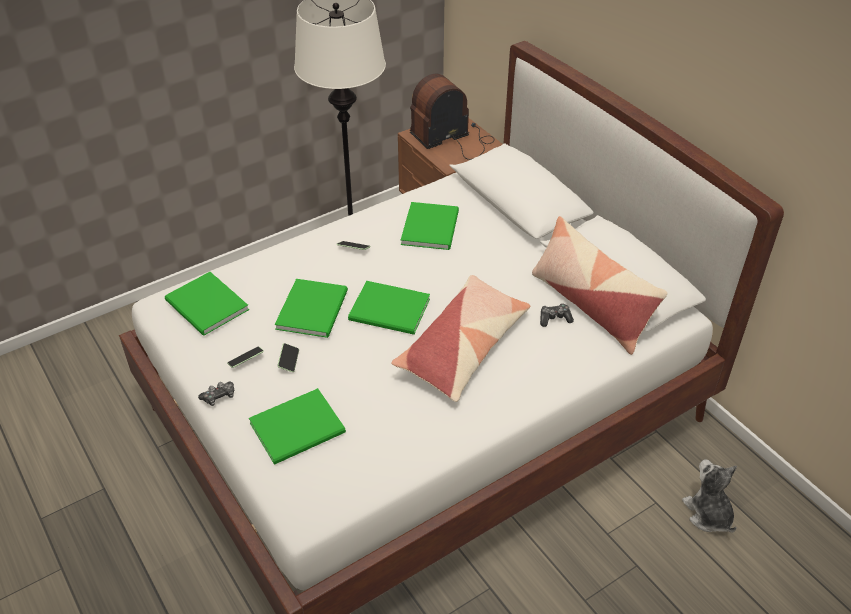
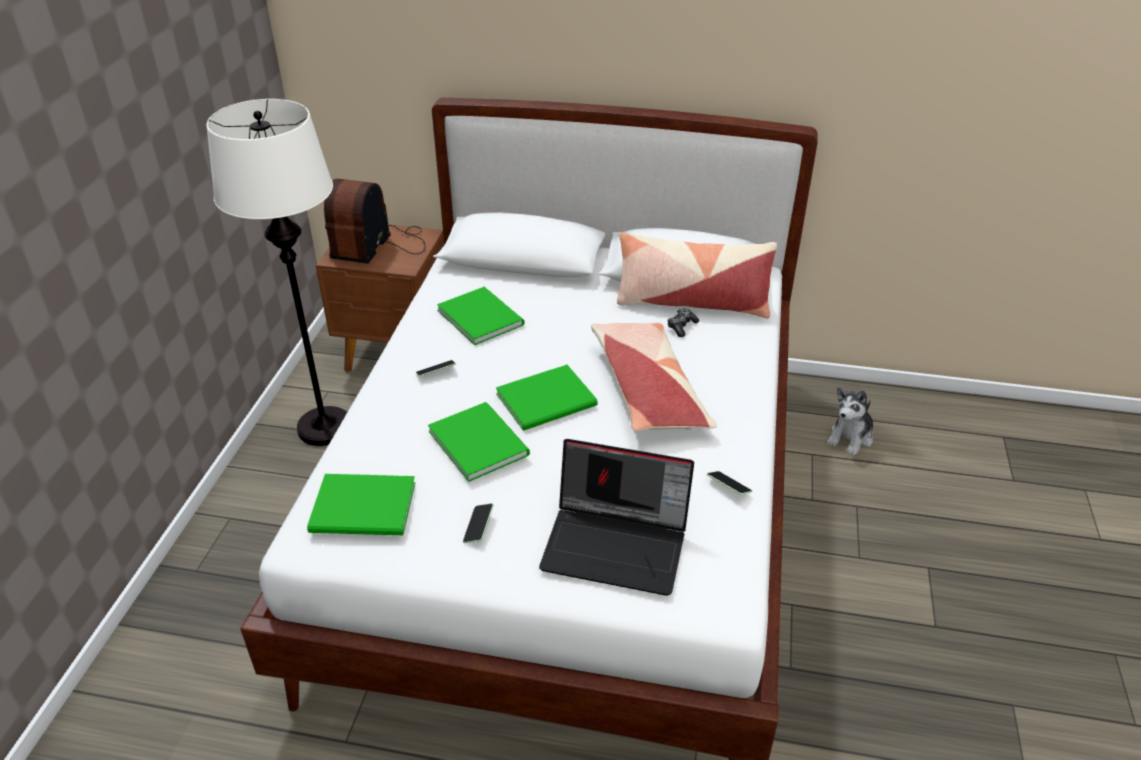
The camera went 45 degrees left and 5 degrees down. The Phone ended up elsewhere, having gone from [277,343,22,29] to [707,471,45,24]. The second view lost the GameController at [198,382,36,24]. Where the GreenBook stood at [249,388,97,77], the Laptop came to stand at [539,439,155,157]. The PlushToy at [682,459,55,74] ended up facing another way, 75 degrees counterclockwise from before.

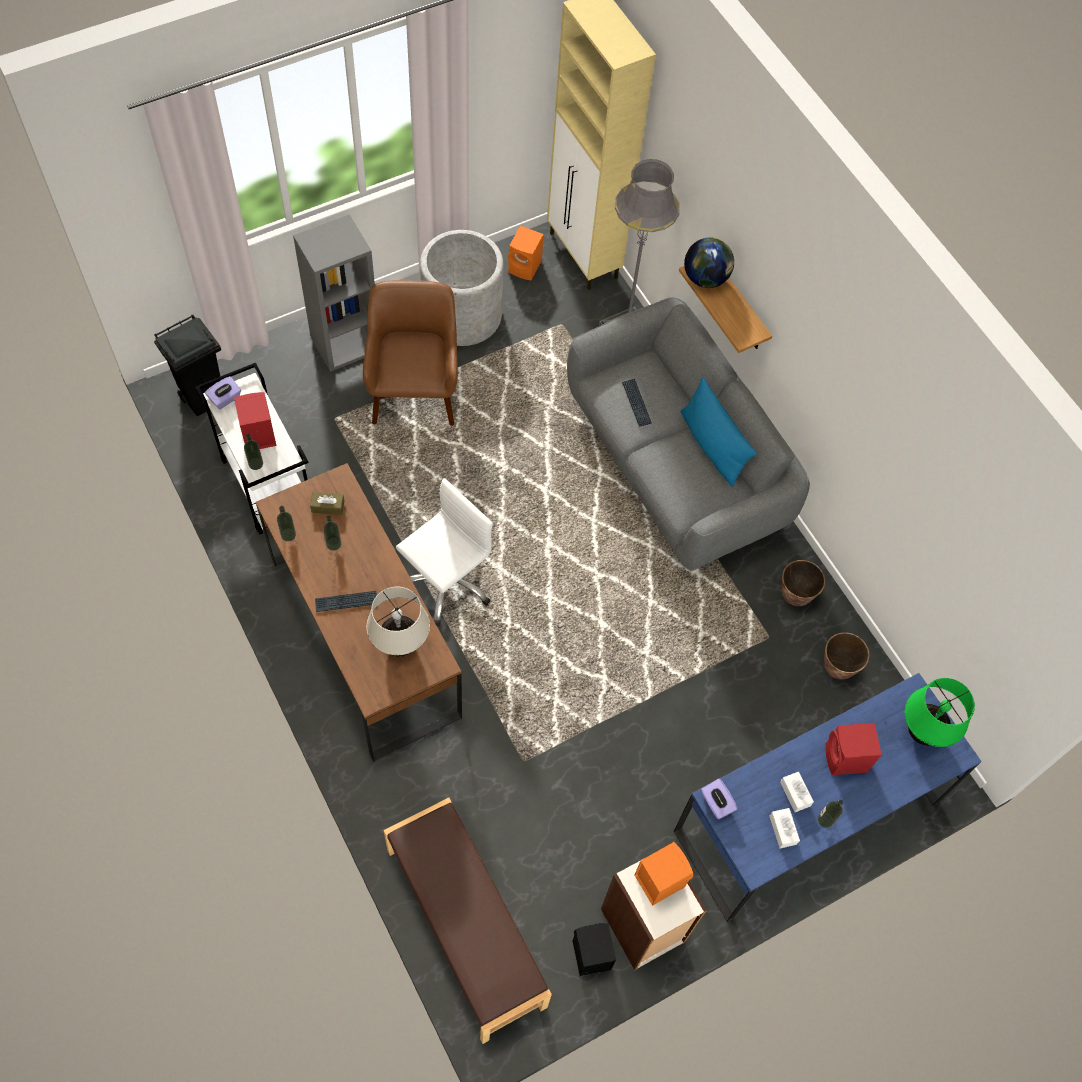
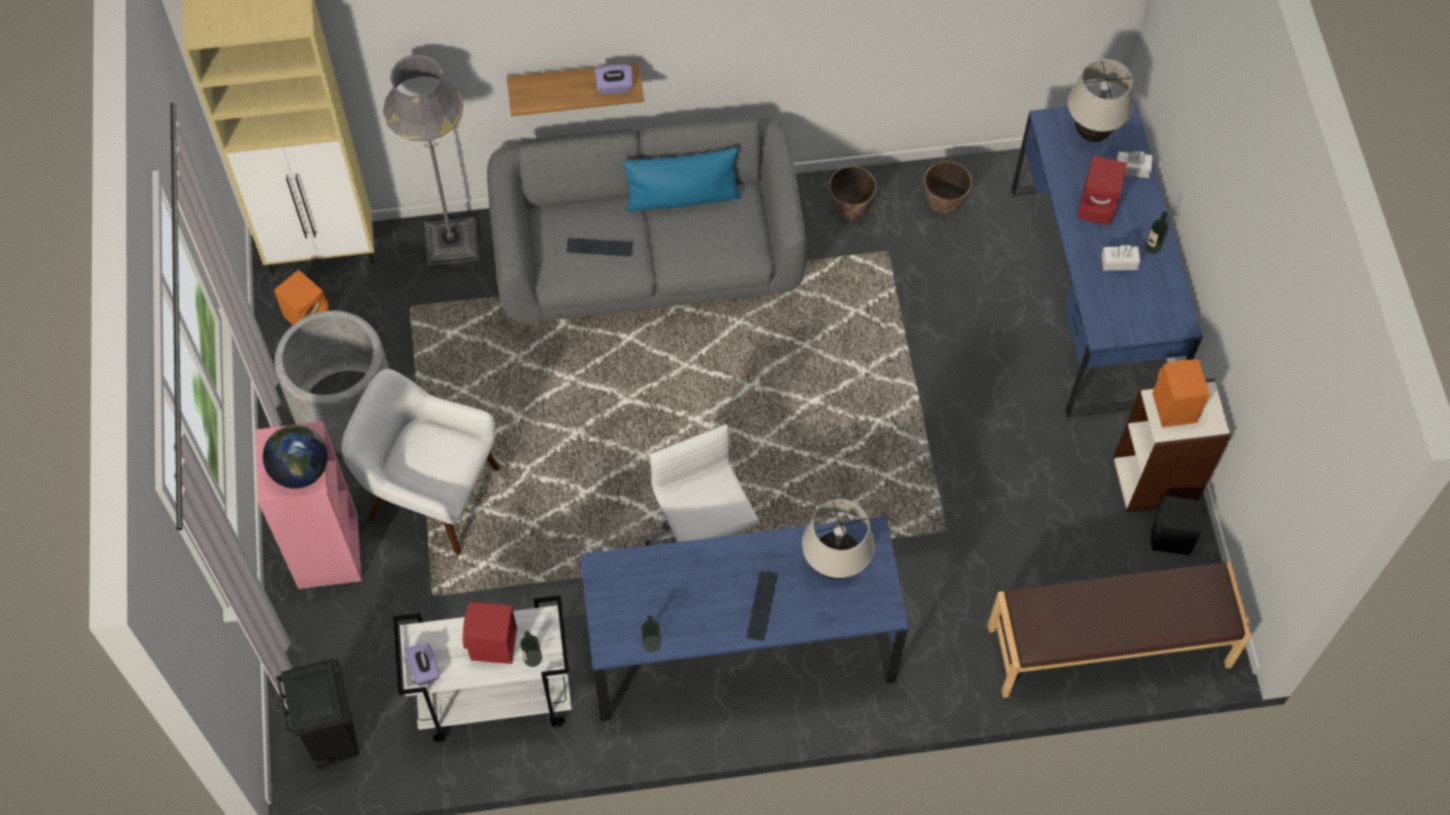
The camera went 65 degrees left and 0 degrees up. What was the GreyBookcase at [293,214,82,158] turned into the PinkBookcase at [255,421,107,168]. The Globe ended up elsewhere, having gone from [684,238,50,50] to [263,425,65,64]. What was the BrownArmchair at [363,280,95,146] turned into the WhiteArmchair at [341,369,159,186]. What was the BrownDesk at [256,463,206,299] turned into the BlueDesk at [580,516,328,205]. The second view lost the BrownTissueBox at [310,492,34,23]. The second view lost the Bottle at [323,515,18,36]. What was the GreenTableLamp at [905,678,70,69] turned into the BeigeTableLamp at [1068,59,65,83]. The PurpleTissueBox ended up elsewhere, having gone from [701,778,37,41] to [595,64,38,31]. The WhiteTissueBox ended up elsewhere, having gone from [769,808,31,40] to [1116,151,36,27].

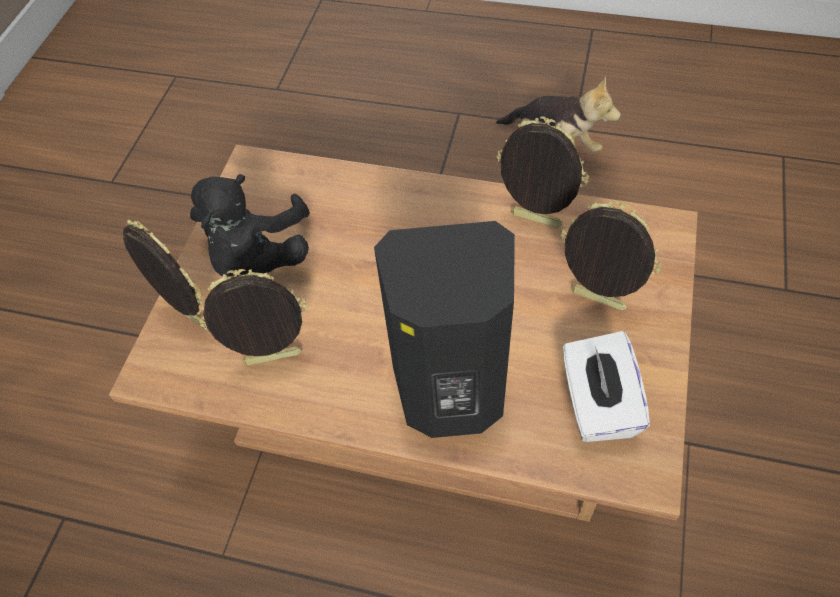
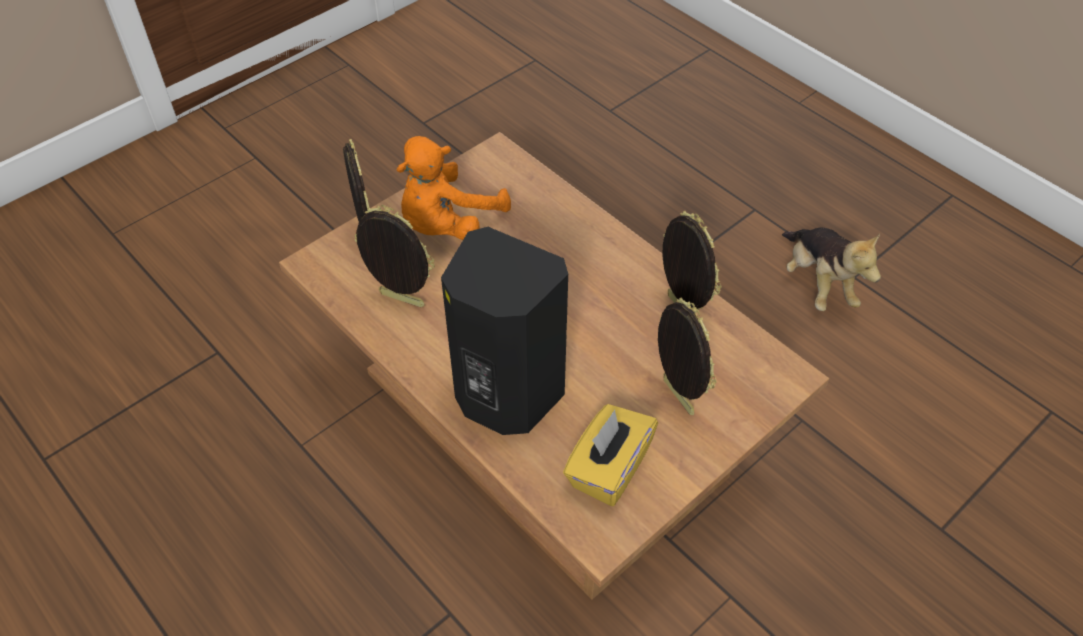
The camera went 30 degrees right and 5 degrees down. What was the BlackPlushToy at [190,174,120,103] turned into the OrangePlushToy at [396,136,115,104]. What was the WhiteTissueBox at [563,331,87,111] turned into the YellowTissueBox at [563,404,95,102].

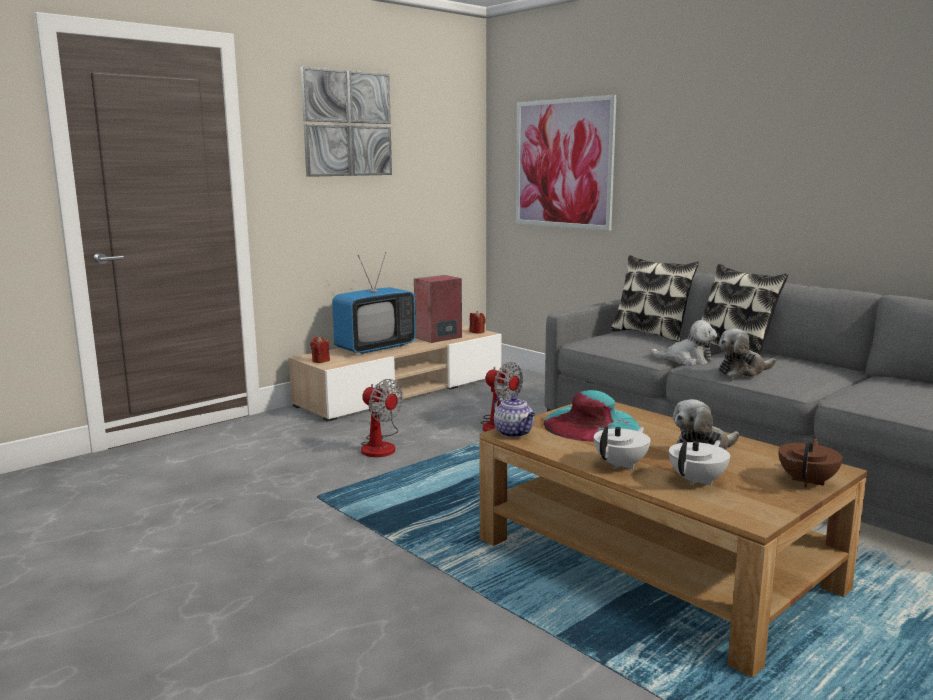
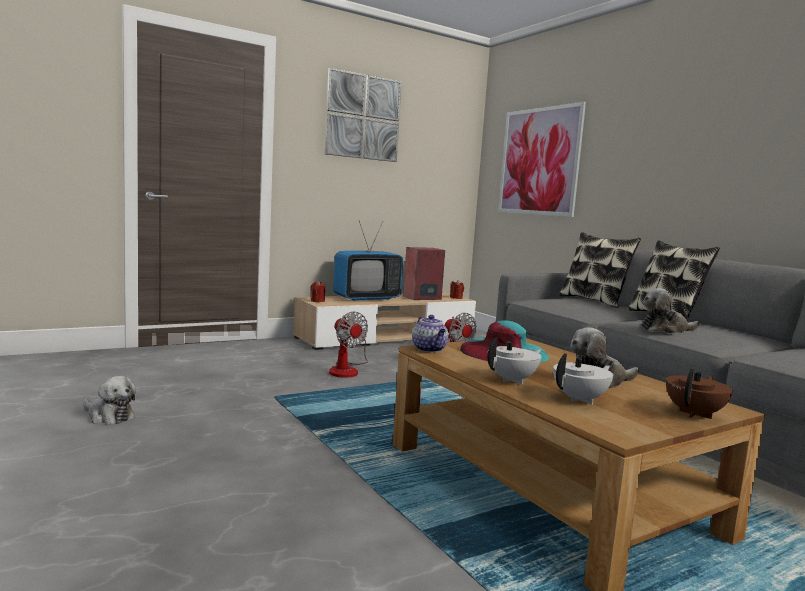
The camera went 10 degrees right and 5 degrees down. The PlushToy ended up elsewhere, having gone from [650,320,68,45] to [83,376,53,49].

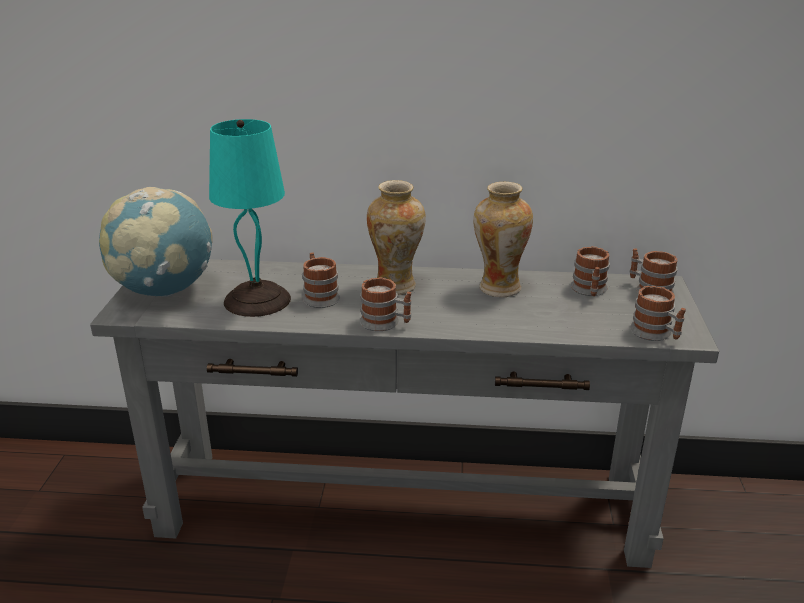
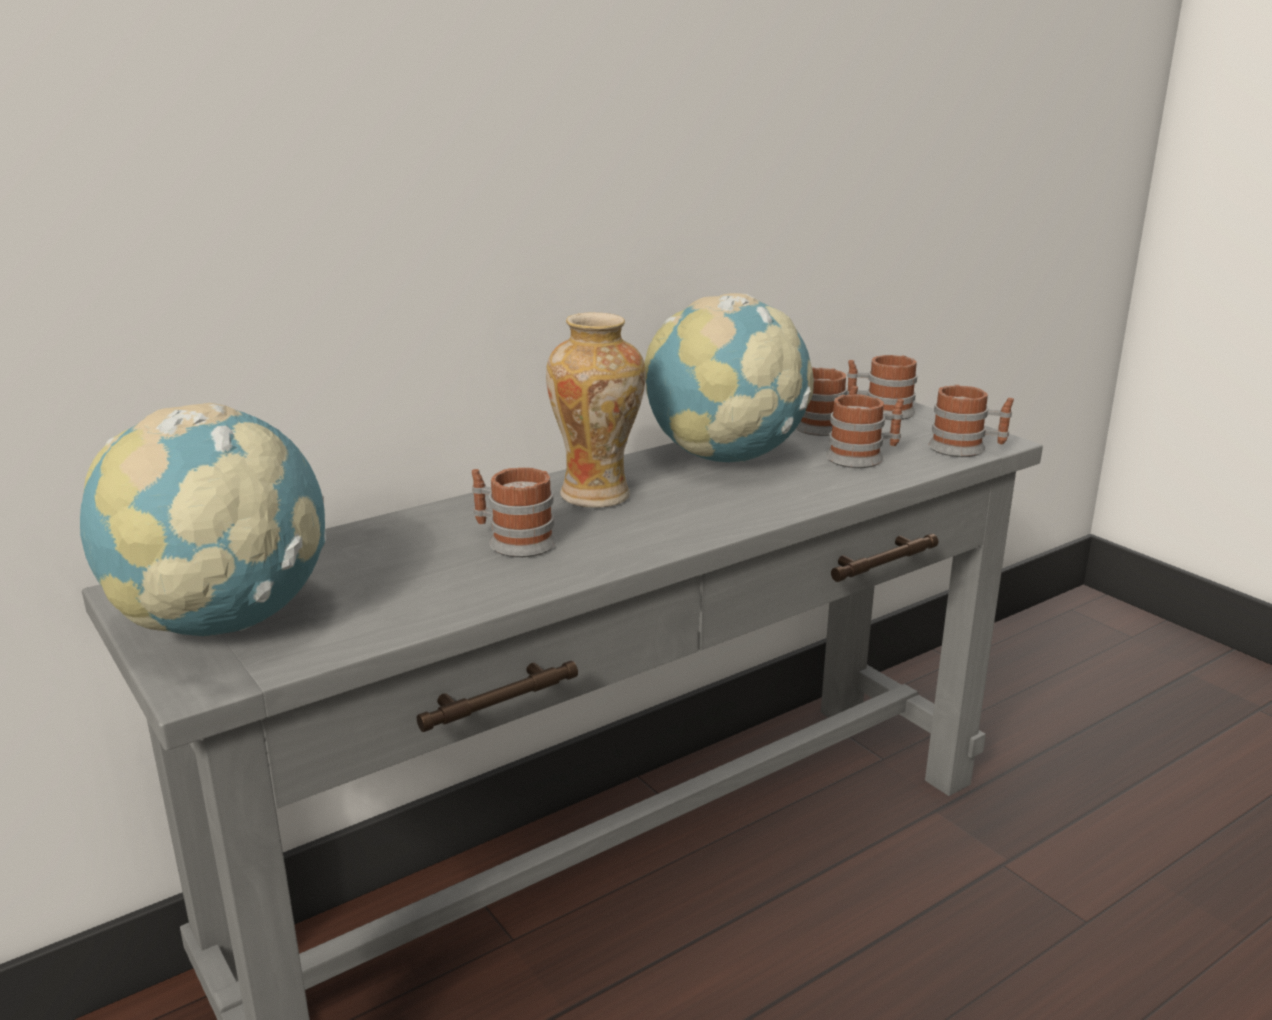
The camera went 40 degrees left and 5 degrees down. The second view lost the TurquoiseTableLamp at [209,119,82,198]. Where the Vase stood at [473,182,60,115], the Globe came to stand at [644,293,170,169]. The Mug ended up elsewhere, having gone from [360,277,51,54] to [826,394,78,74].

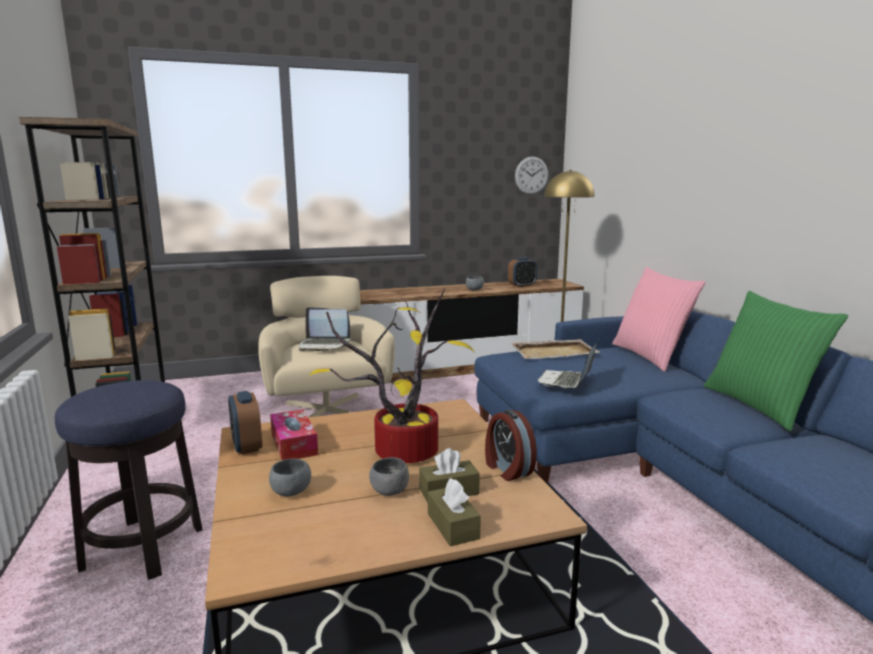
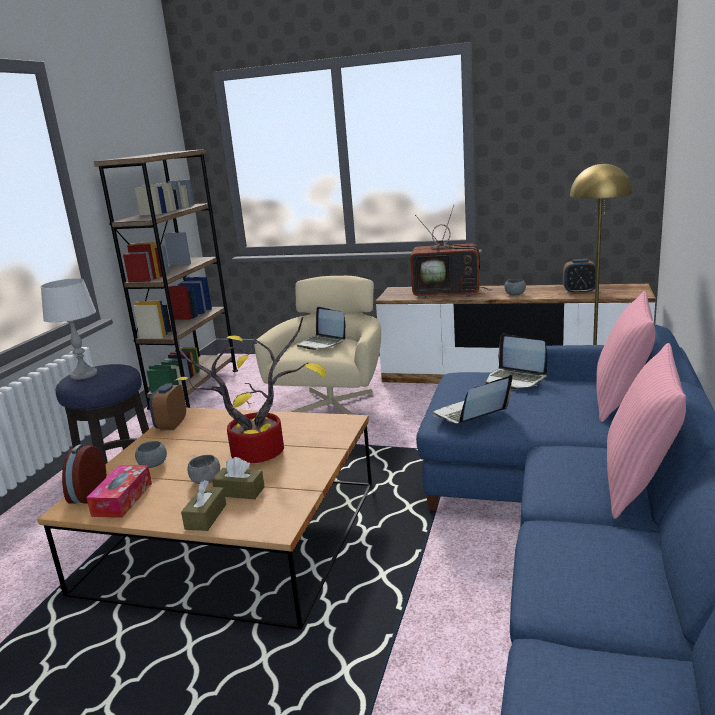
The camera went 35 degrees right and 5 degrees up. The second view lost the WallClock at [515,157,33,38]. What was the GreenPillow at [704,291,144,140] turned into the PinkPillow at [607,343,79,176]. Where the BeigeTray stood at [511,339,89,20], the Laptop came to stand at [486,334,61,55]. The TissueBox ended up elsewhere, having gone from [270,409,48,51] to [86,465,66,53]. The AlarmClock ended up elsewhere, having gone from [485,409,52,72] to [62,444,44,60]. The second view gained the Television at [410,205,82,94]. The second view gained the GreyTableLamp at [41,278,57,102].

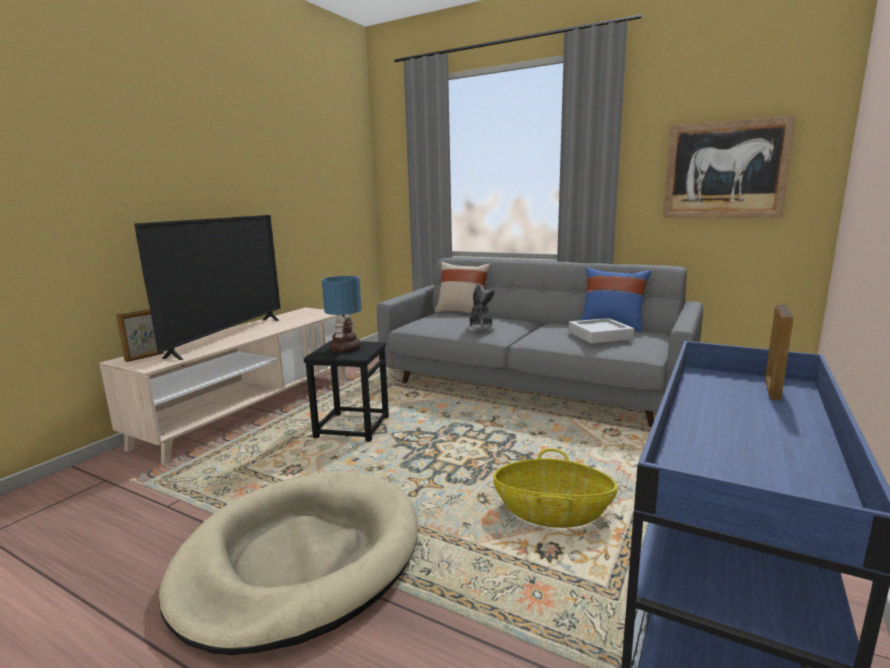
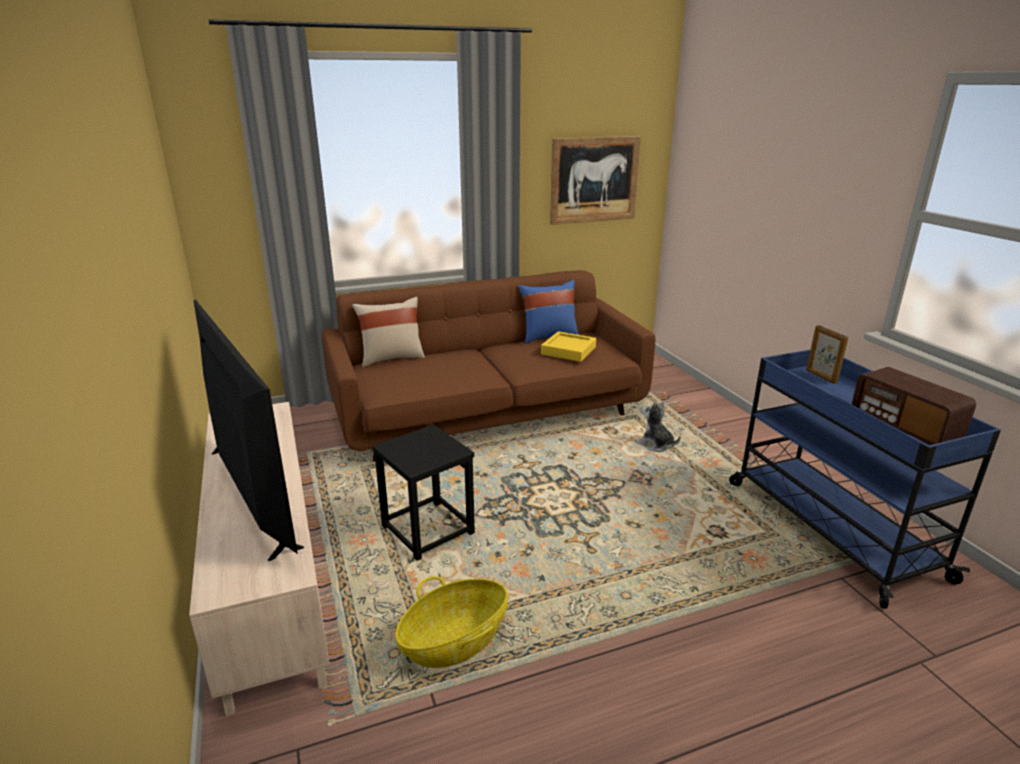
The camera went 50 degrees left and 10 degrees up. What was the GreySofa at [377,258,326,169] turned into the BrownSofa at [322,270,333,192]. The second view lost the TableLamp at [322,276,40,76]. The PlushToy ended up elsewhere, having gone from [467,283,28,49] to [636,402,45,50]. The second view lost the PictureFrame at [116,309,47,53]. What was the GreyTray at [568,318,66,26] turned into the YellowTray at [541,331,55,31]. The Basket ended up elsewhere, having gone from [493,448,124,80] to [395,576,113,92]. The second view lost the BeigeDogBed at [159,471,259,184]. The second view gained the Radio at [852,367,124,78].

